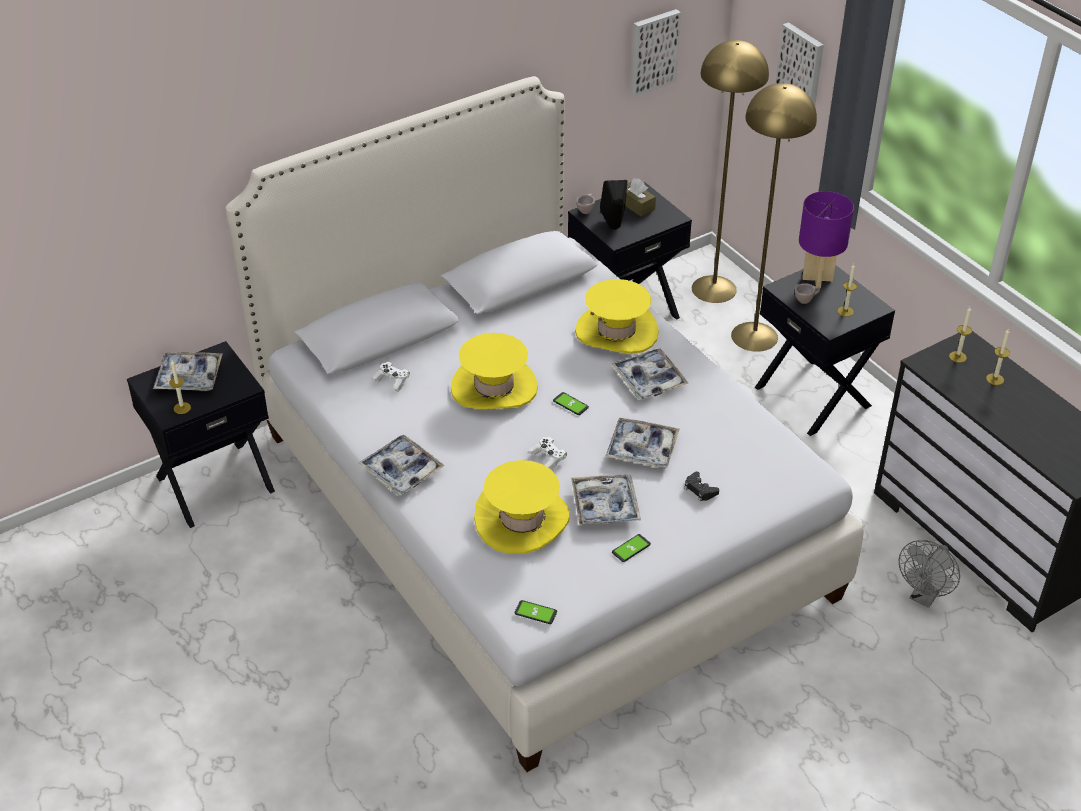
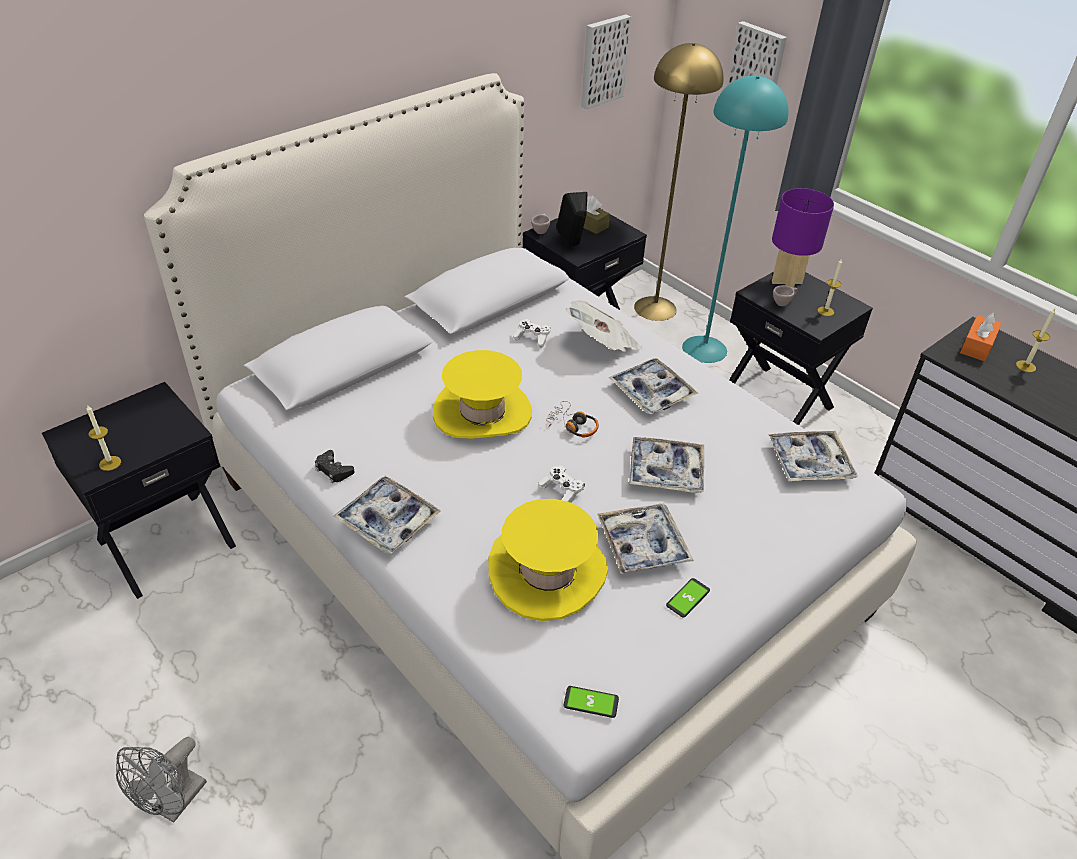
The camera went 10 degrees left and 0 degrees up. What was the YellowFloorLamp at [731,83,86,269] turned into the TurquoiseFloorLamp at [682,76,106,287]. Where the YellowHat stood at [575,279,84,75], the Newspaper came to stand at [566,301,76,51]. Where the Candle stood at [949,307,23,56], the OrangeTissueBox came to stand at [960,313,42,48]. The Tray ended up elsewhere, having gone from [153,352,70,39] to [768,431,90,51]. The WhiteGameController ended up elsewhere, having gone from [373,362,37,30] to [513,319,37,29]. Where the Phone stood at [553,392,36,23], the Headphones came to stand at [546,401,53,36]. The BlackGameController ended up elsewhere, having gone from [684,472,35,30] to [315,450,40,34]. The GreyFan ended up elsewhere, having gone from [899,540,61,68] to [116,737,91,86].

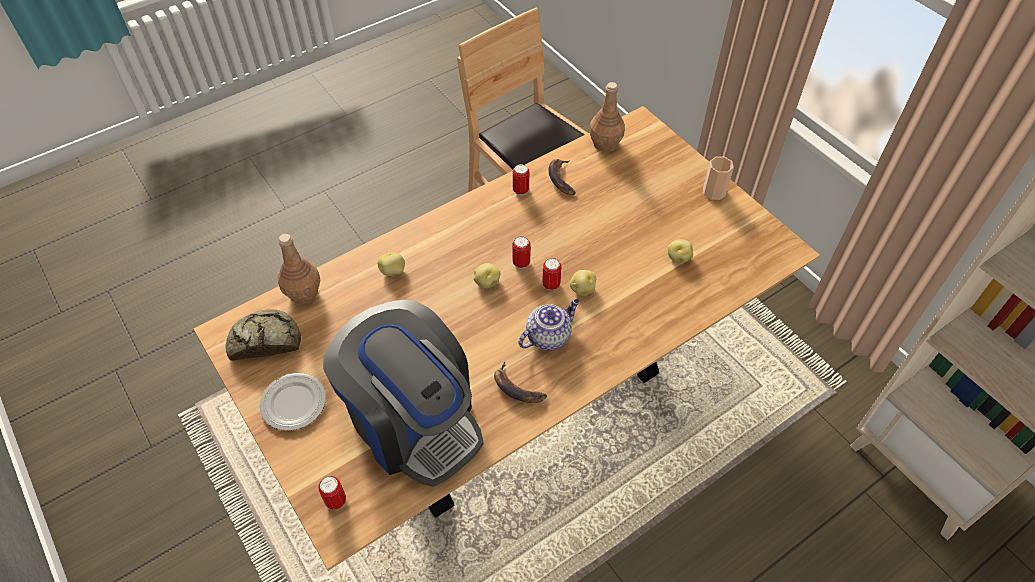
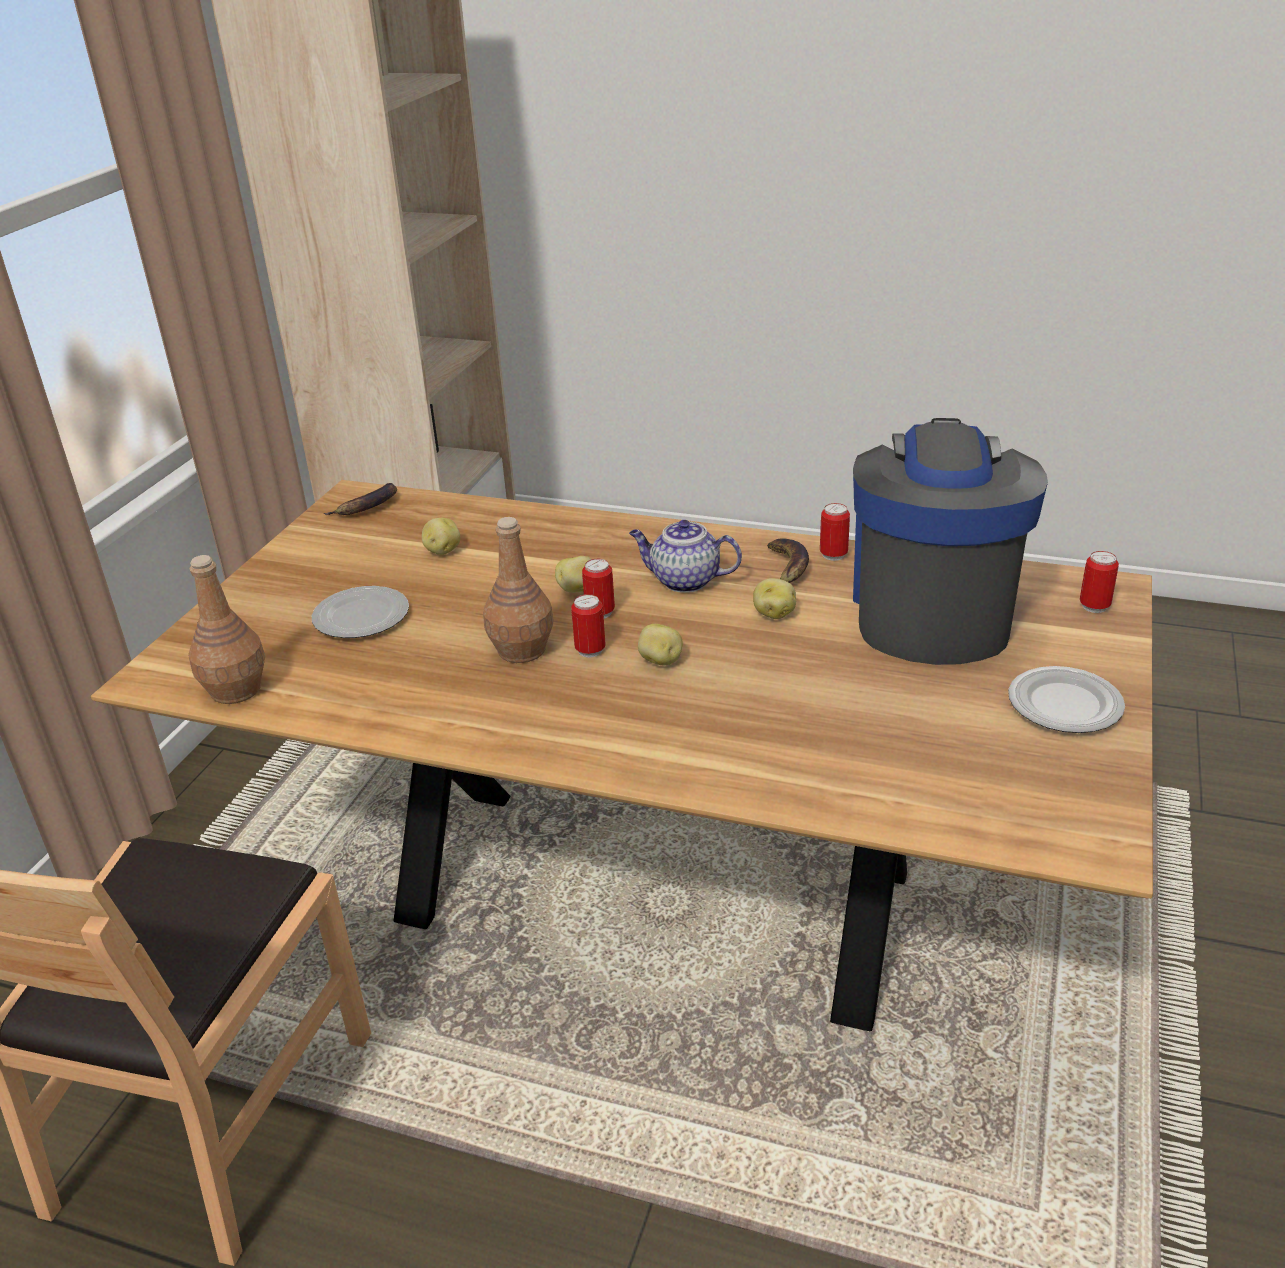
The camera went 125 degrees left and 20 degrees down. The second view lost the Cup at [703,157,31,43]. The Banana ended up elsewhere, having gone from [549,159,26,36] to [324,483,73,32]. The Can ended up elsewhere, having gone from [513,164,17,32] to [820,503,30,58]. The BrownBottle ended up elsewhere, having gone from [277,234,43,70] to [483,517,71,146]. The Potato ended up elsewhere, having gone from [378,253,27,23] to [753,578,43,41]. The second view lost the Bread at [226,309,75,52]. The second view gained the Plate at [312,586,97,52].

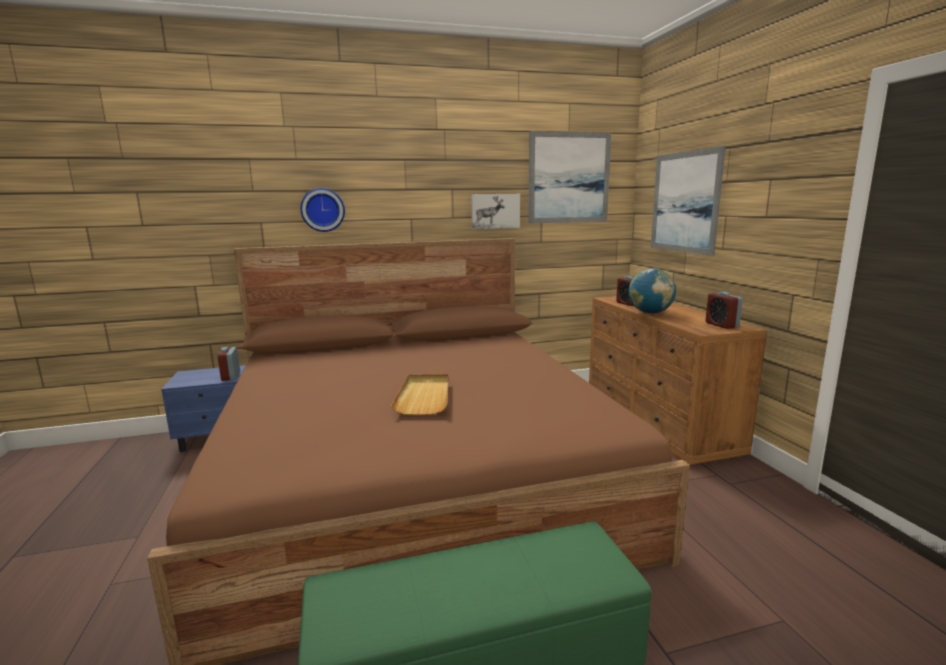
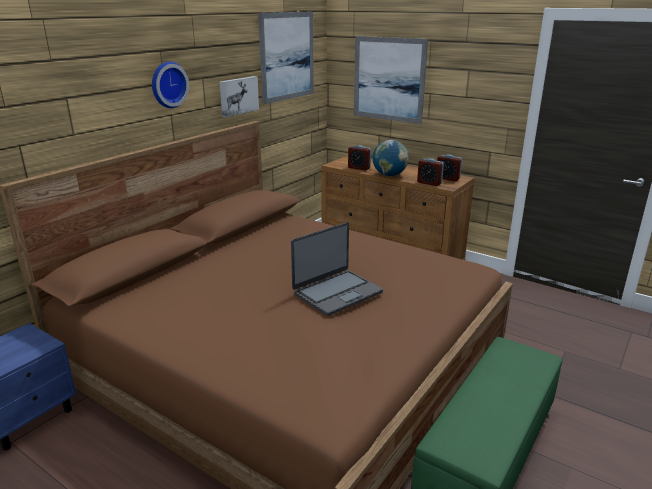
The camera went 40 degrees left and 10 degrees up. The WallClock ended up elsewhere, having gone from [300,188,45,44] to [152,61,37,47]. The AlarmClock ended up elsewhere, having gone from [218,347,22,34] to [417,158,27,28]. Where the BeigeTray stood at [391,374,58,41], the Laptop came to stand at [291,222,92,94].

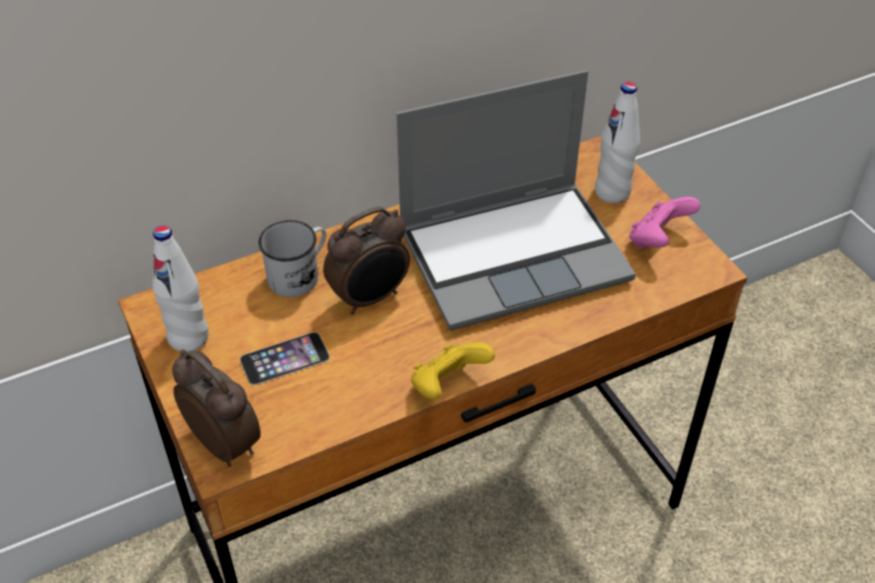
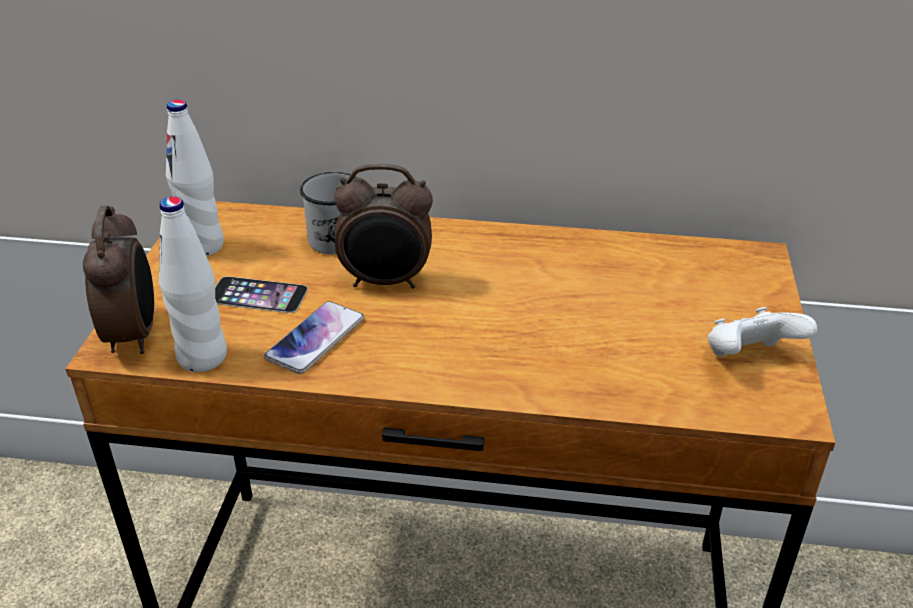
The camera went 35 degrees right and 10 degrees down. The second view lost the Laptop at [397,70,239,261]. The WhiteBottle ended up elsewhere, having gone from [595,82,45,121] to [159,196,68,176]. What was the PinkGameController at [629,197,72,52] turned into the WhiteGameController at [708,307,109,50]. The second view lost the YellowGameController at [411,342,84,57]. The second view gained the Phone at [264,301,100,73].

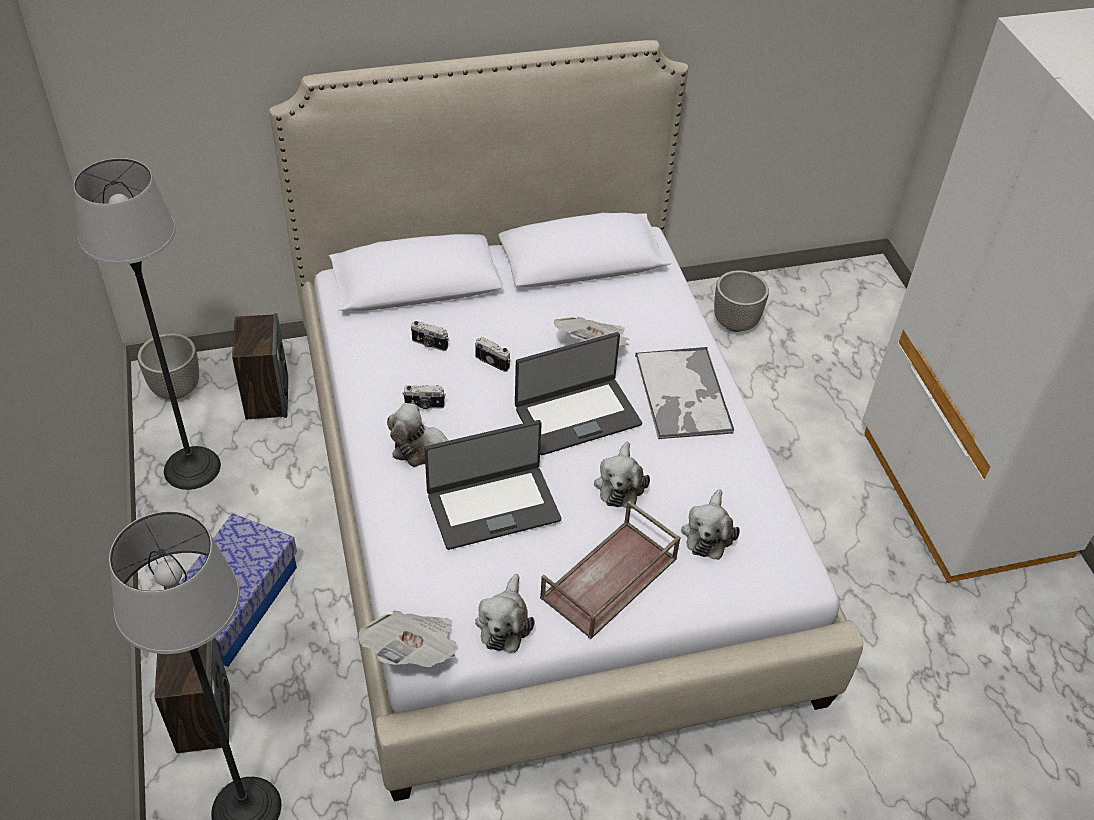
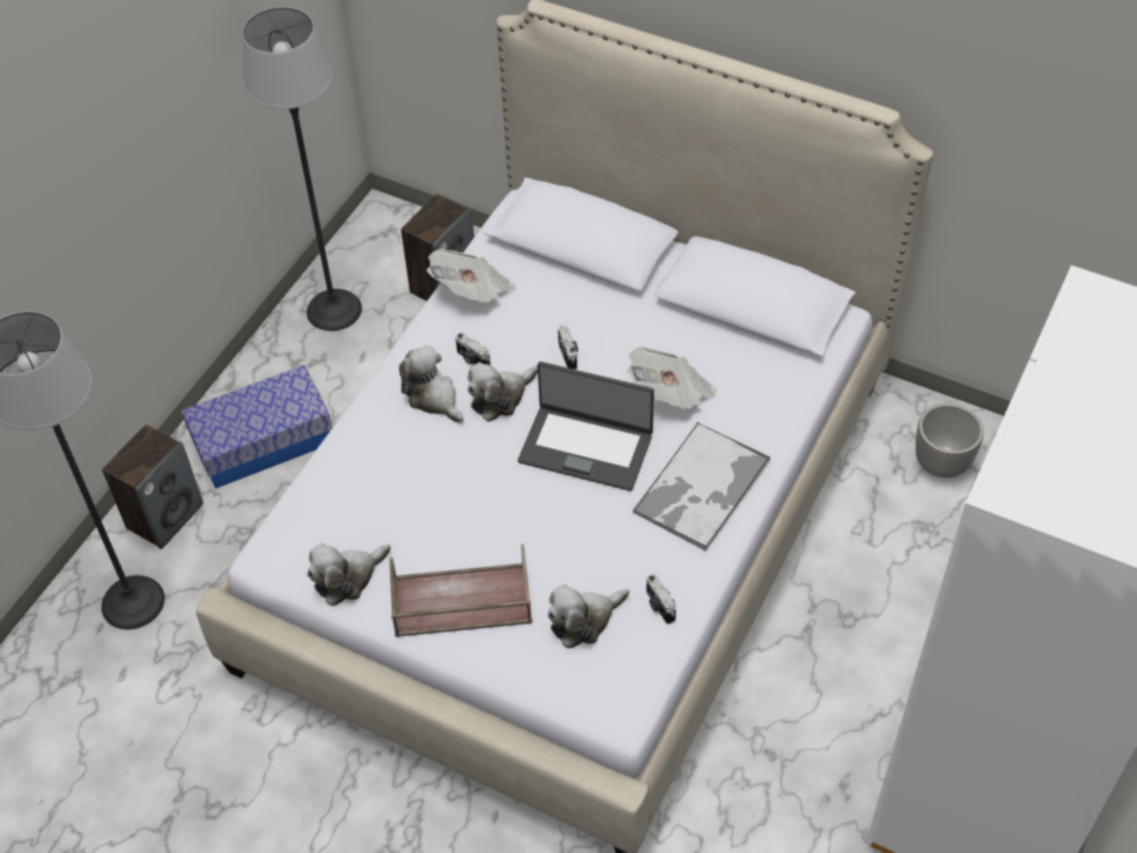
The camera went 45 degrees right and 5 degrees up. The PhotoCamera ended up elsewhere, having gone from [411,321,38,30] to [646,574,30,50]. The second view lost the Planter at [138,333,61,66]. The second view lost the Laptop at [424,420,137,130]. The PlushToy ended up elsewhere, having gone from [594,442,56,66] to [467,362,71,60]. The Newspaper ended up elsewhere, having gone from [359,610,97,57] to [426,249,89,54].

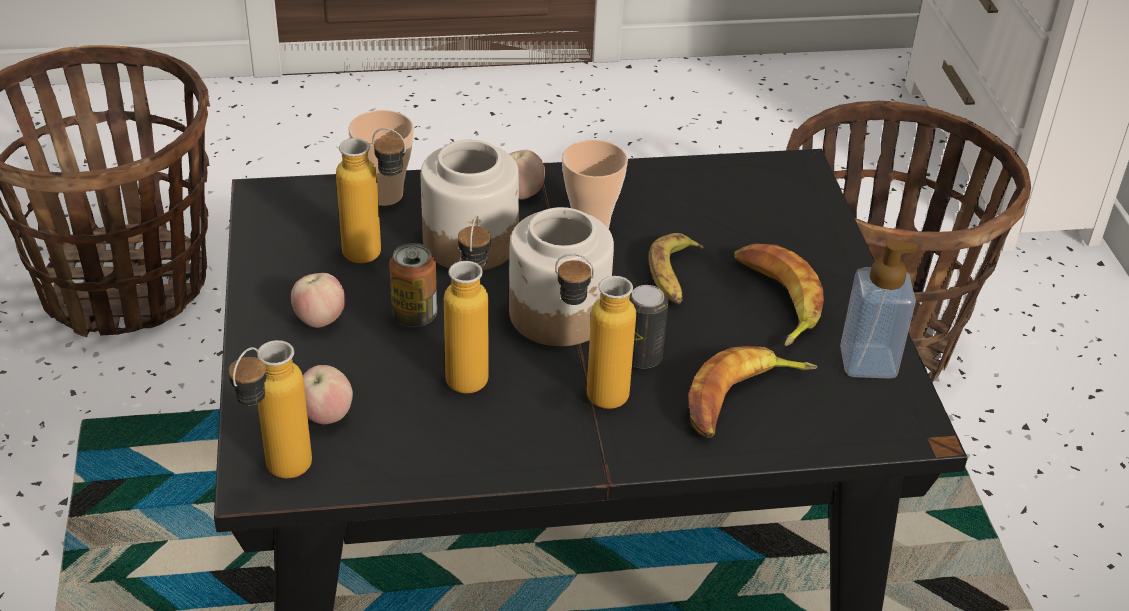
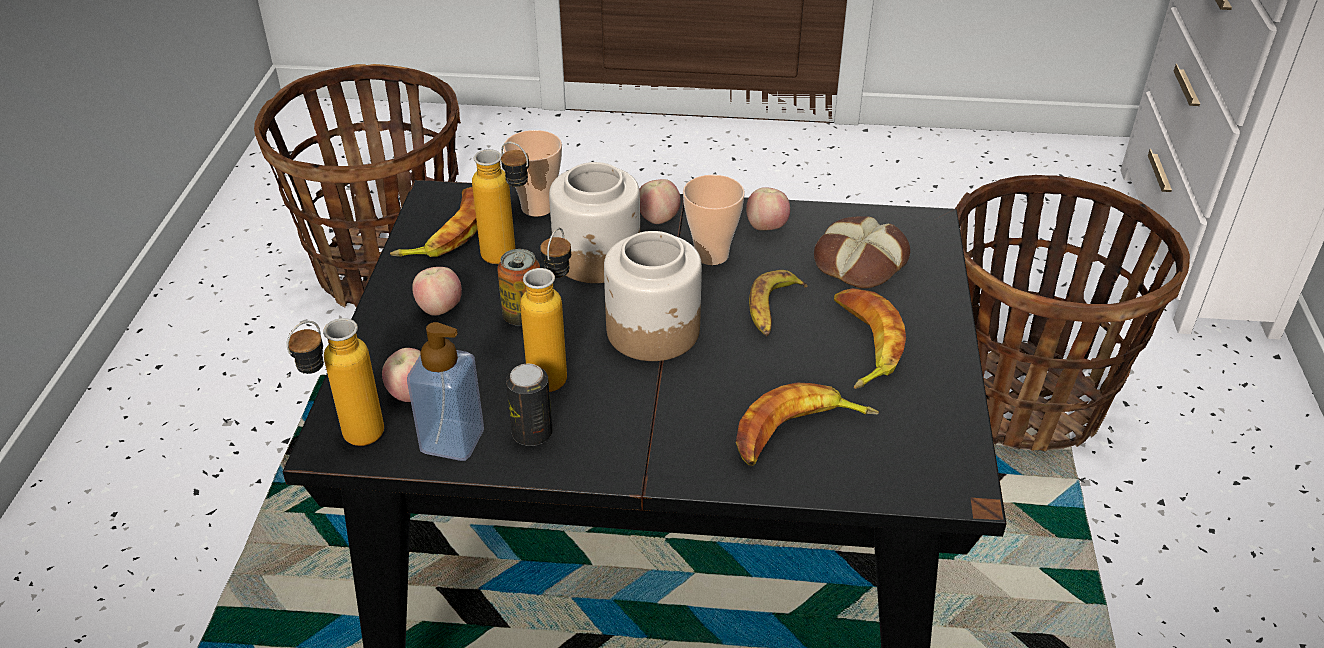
The camera went 15 degrees right and 0 degrees up. The SoapDispenser ended up elsewhere, having gone from [840,240,78,139] to [407,322,77,139]. The second view lost the Bottle at [555,253,81,156]. The Can ended up elsewhere, having gone from [629,285,39,84] to [506,364,47,82]. The second view gained the Banana at [390,187,88,70]. The second view gained the Apple at [746,187,44,44]. The second view gained the Bread at [814,216,96,73].

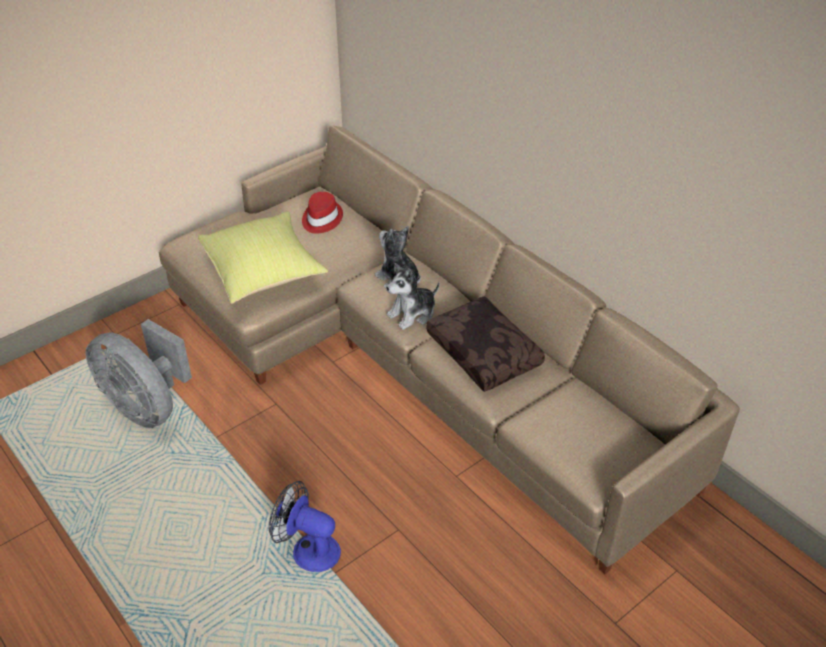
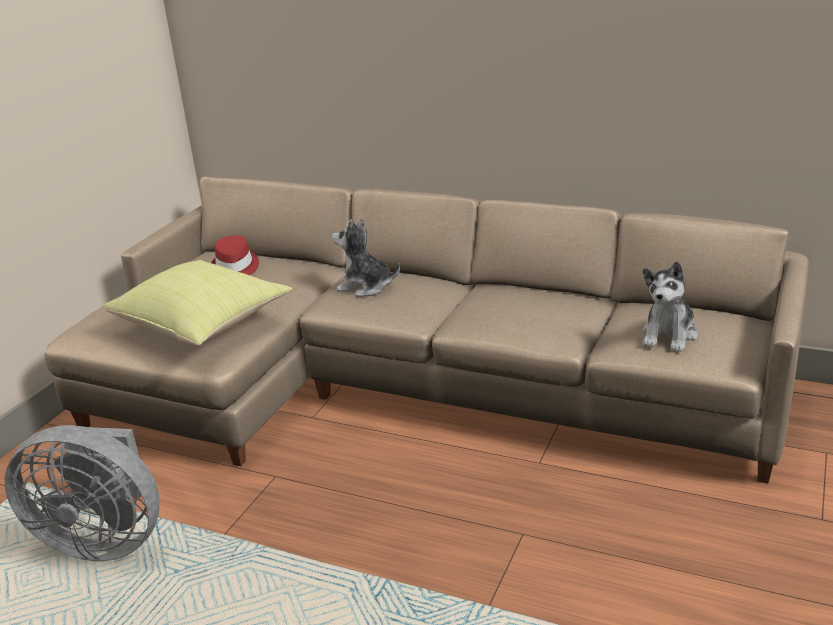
The camera went 25 degrees left and 15 degrees down. The PlushToy ended up elsewhere, having gone from [386,263,54,67] to [642,261,55,91]. The second view lost the BrownPillow at [426,296,119,96]. The second view lost the Fan at [269,481,72,91].

